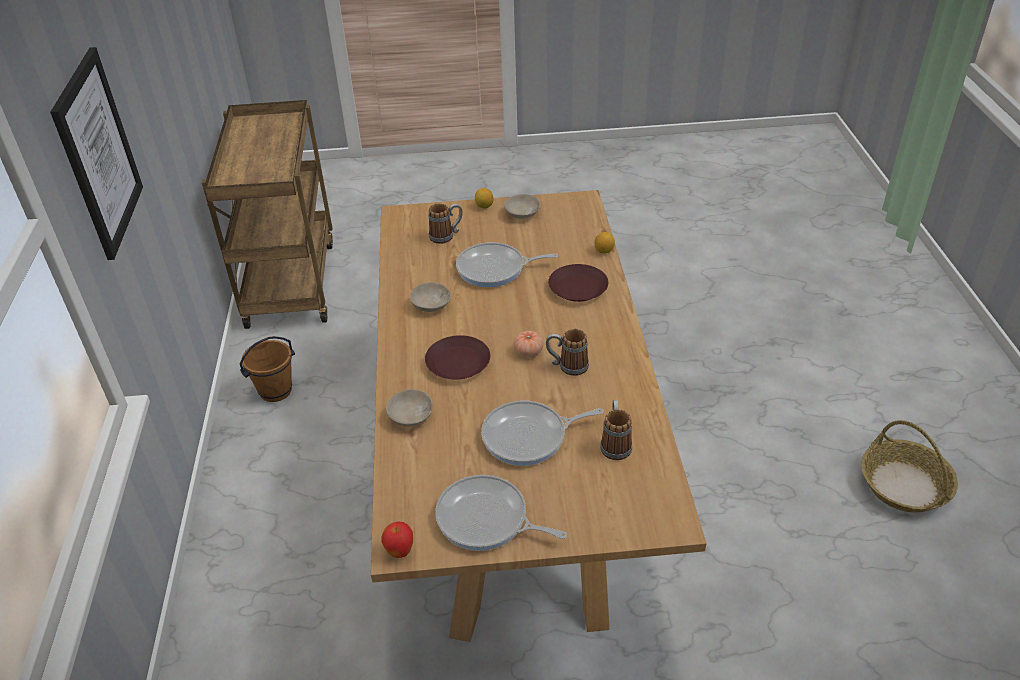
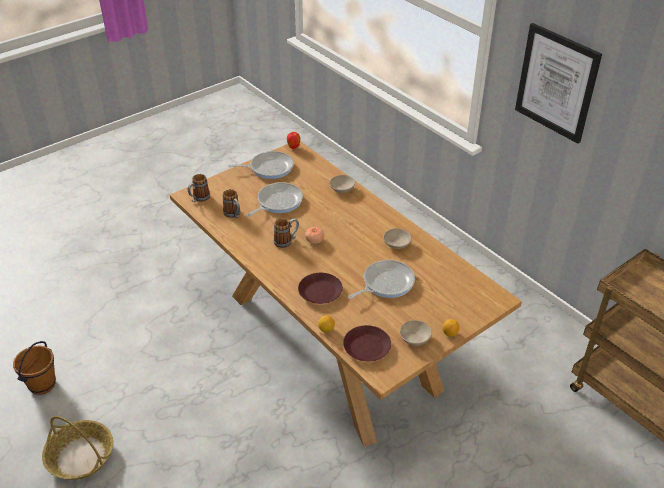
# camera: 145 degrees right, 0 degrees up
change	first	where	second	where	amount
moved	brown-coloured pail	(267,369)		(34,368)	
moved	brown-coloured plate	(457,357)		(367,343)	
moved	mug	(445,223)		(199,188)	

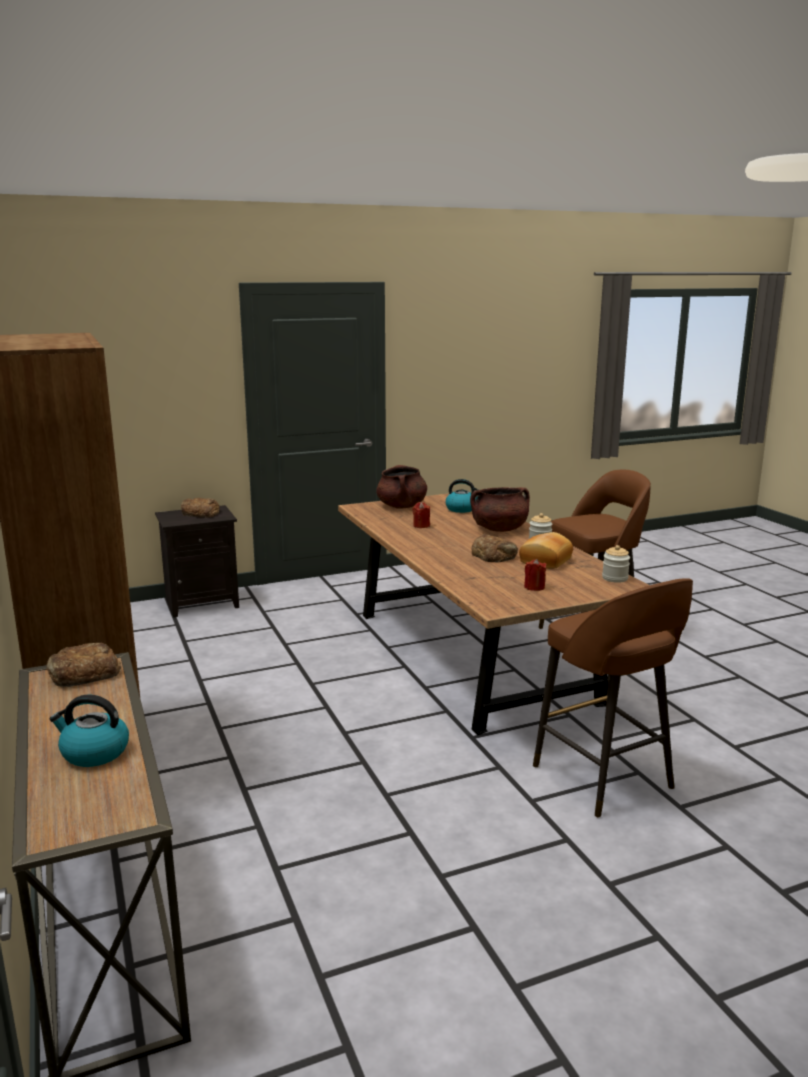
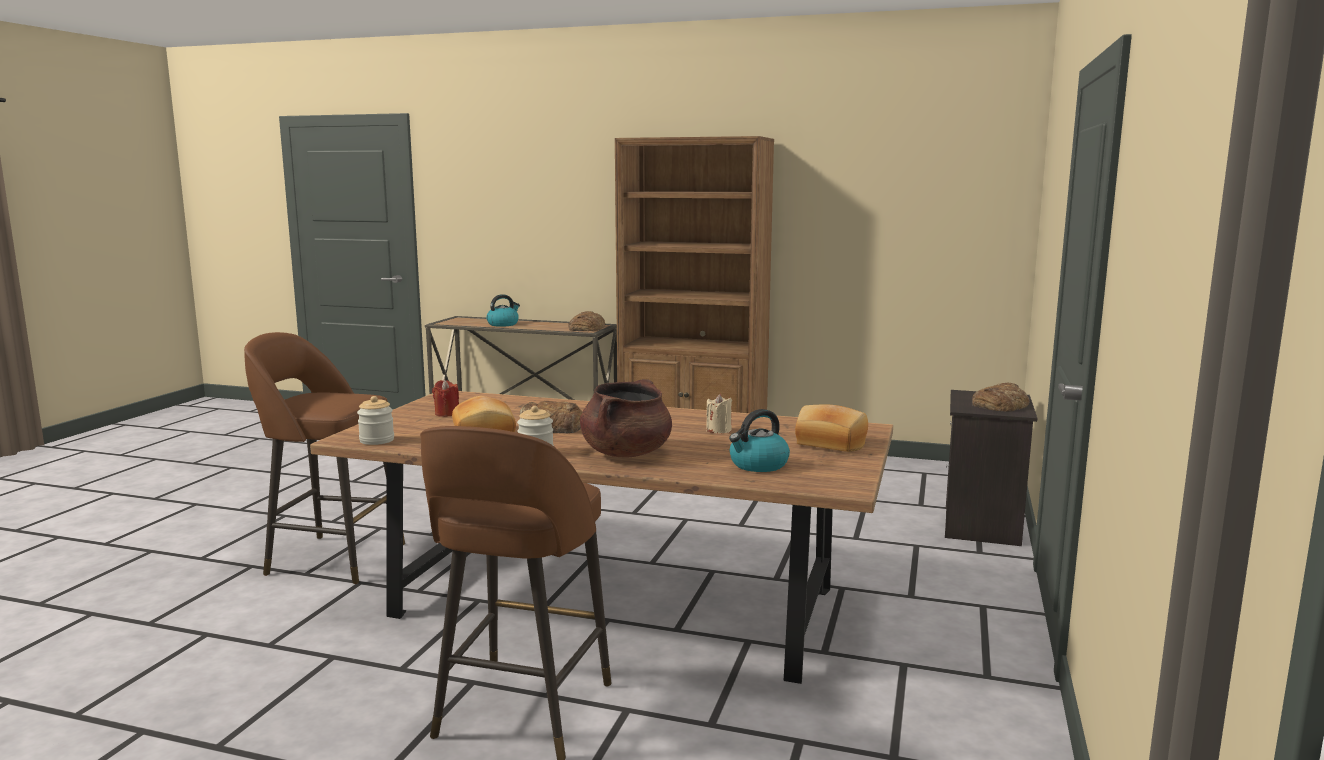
# camera: 130 degrees right, 5 degrees down
change	first	where	second	where	amount
replaced	brown-coloured stockpot	(401,487)	bread	(831,428)	
recoloured	red candle	(421,515)	beige-coloured candle	(719,413)	

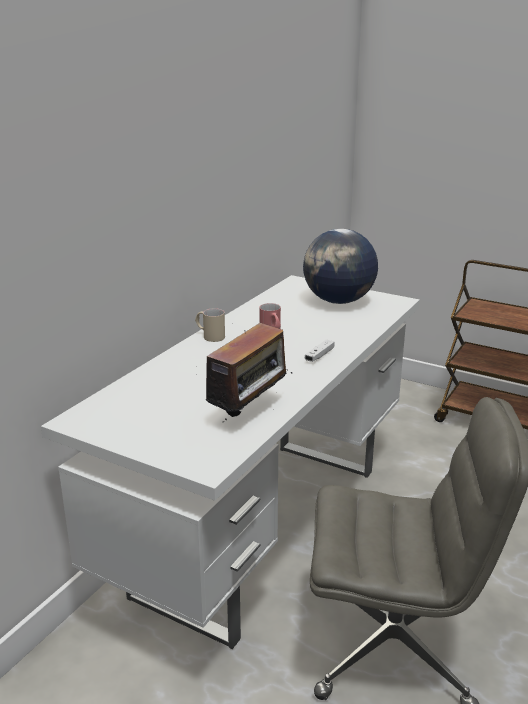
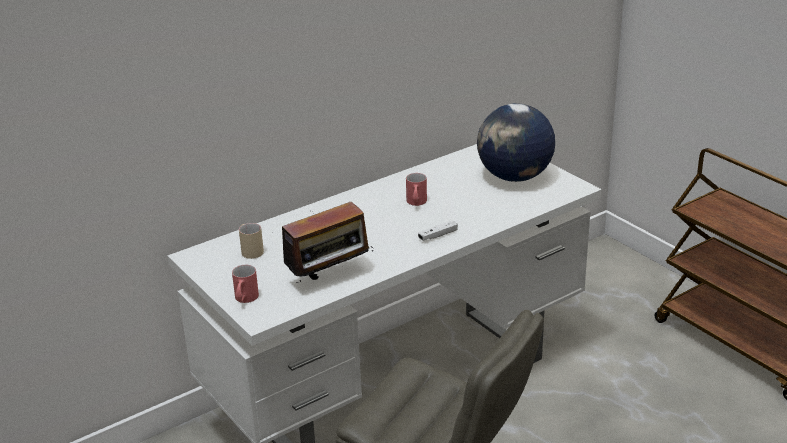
# camera: 25 degrees right, 5 degrees up
change	first	where	second	where	amount
added			red mug	(245,284)	
moved	beige-coloured mug	(210,325)		(251,241)	

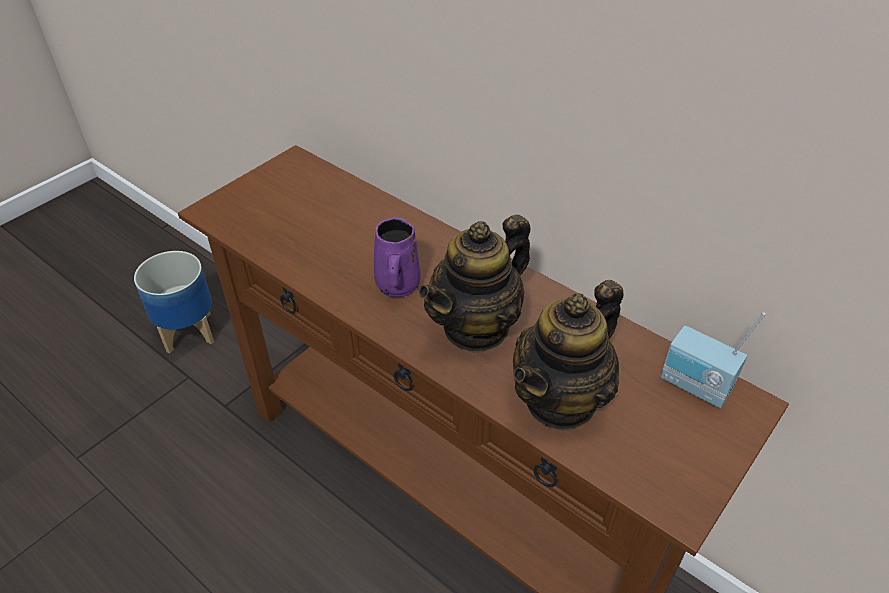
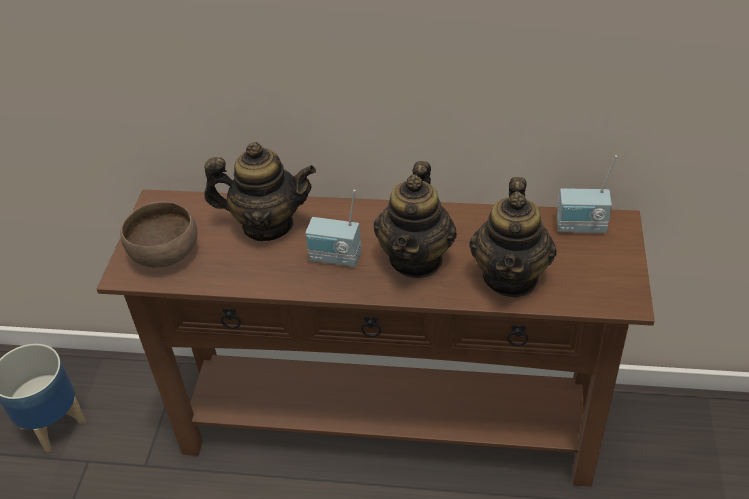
# camera: 30 degrees left, 0 degrees up
change	first	where	second	where	amount
added			brown-coloured bowl	(158,234)	
added			pot for tea	(260,191)	
replaced	purple mug	(397,257)	radio	(333,228)	

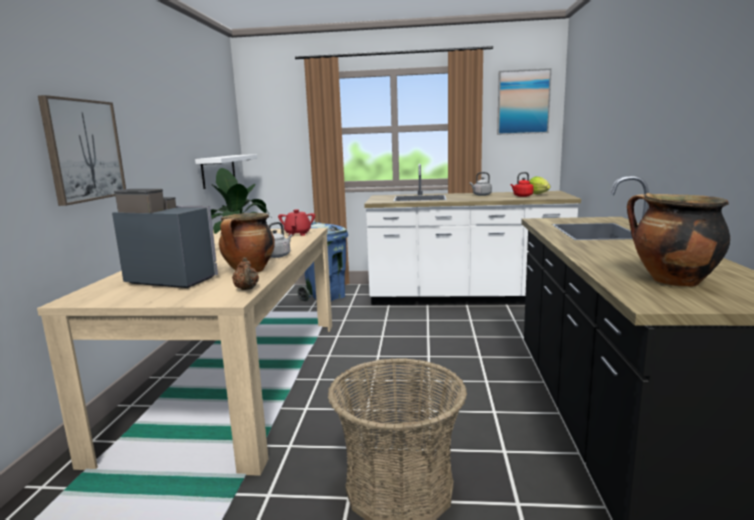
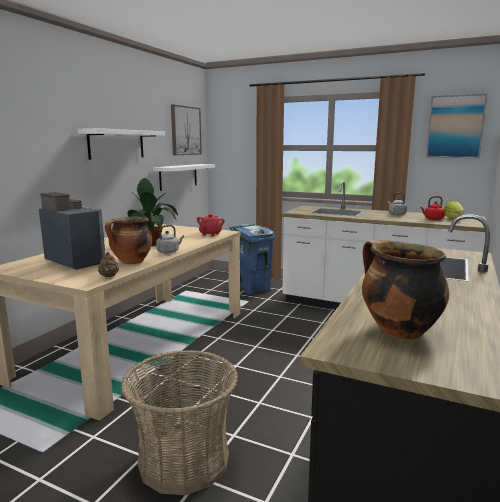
# camera: 20 degrees right, 0 degrees up
change	first	where	second	where	amount
added			whitish bracket shelf	(121,144)	
moved	picture	(82,150)		(186,130)	

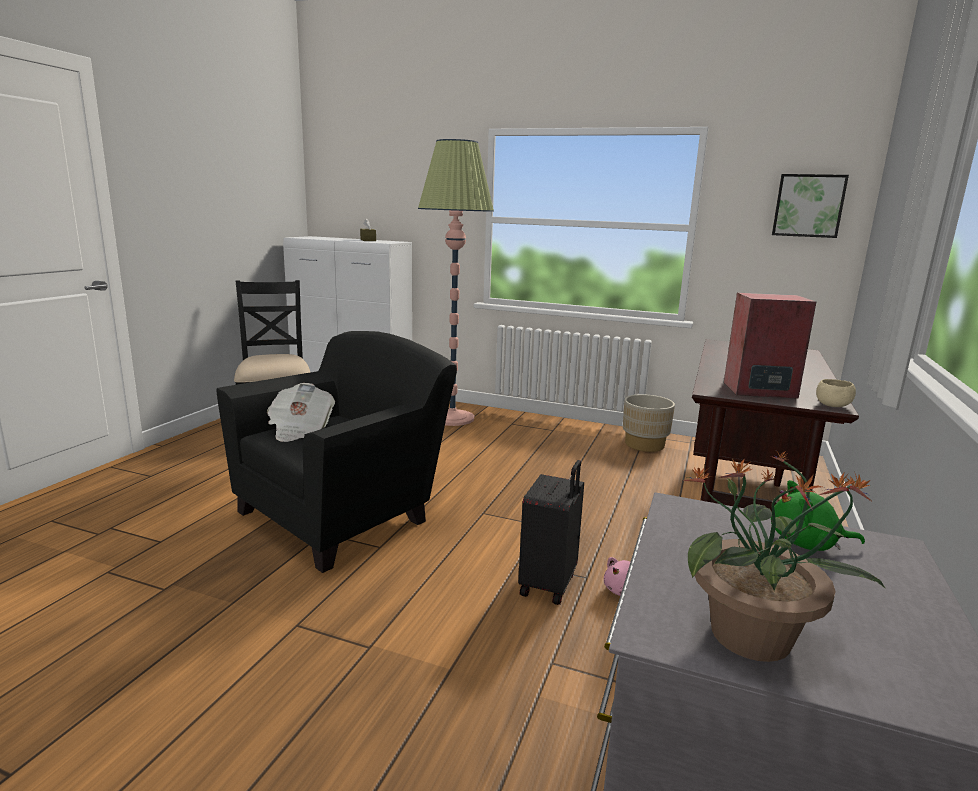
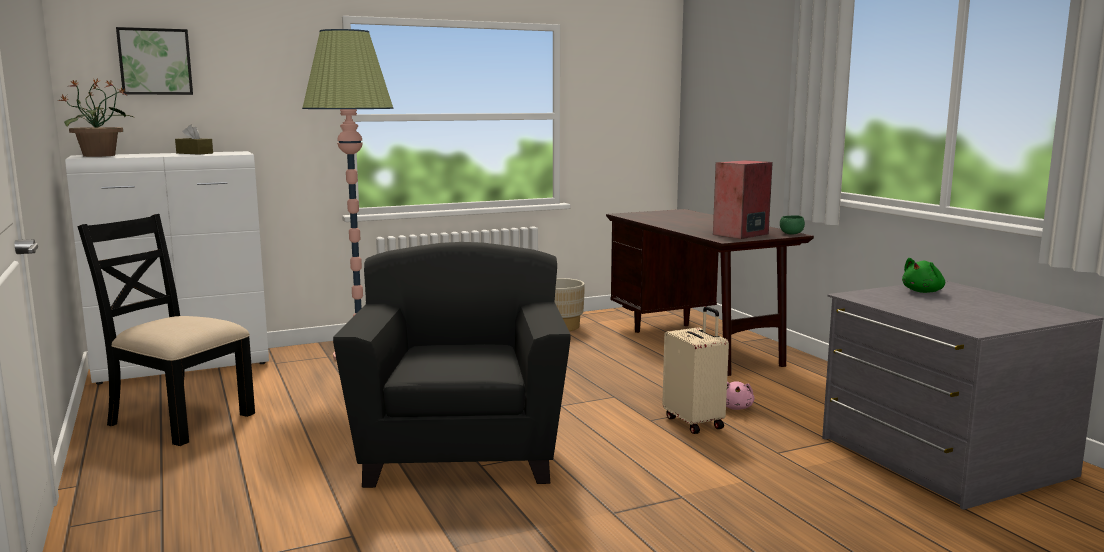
# camera: 45 degrees left, 5 degrees down
change	first	where	second	where	amount
removed	daily paper	(301,412)			
moved	plant in a pot	(784,556)		(95,117)	
moved	picture	(810,206)		(154,61)	
recoloured	black suitcase	(551,532)	beige-coloured suitcase	(695,370)	
recoloured	beige-coloured bowl	(836,393)	greenish bowl	(792,225)	

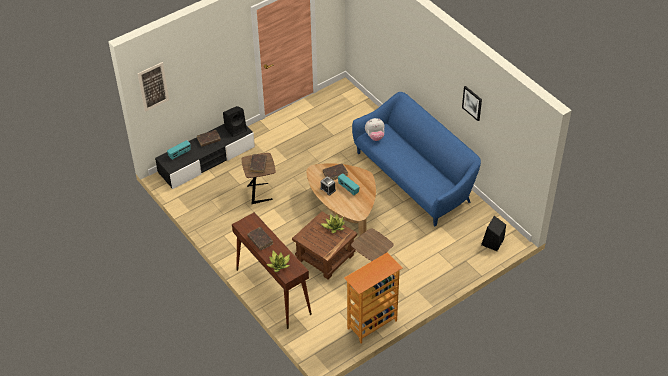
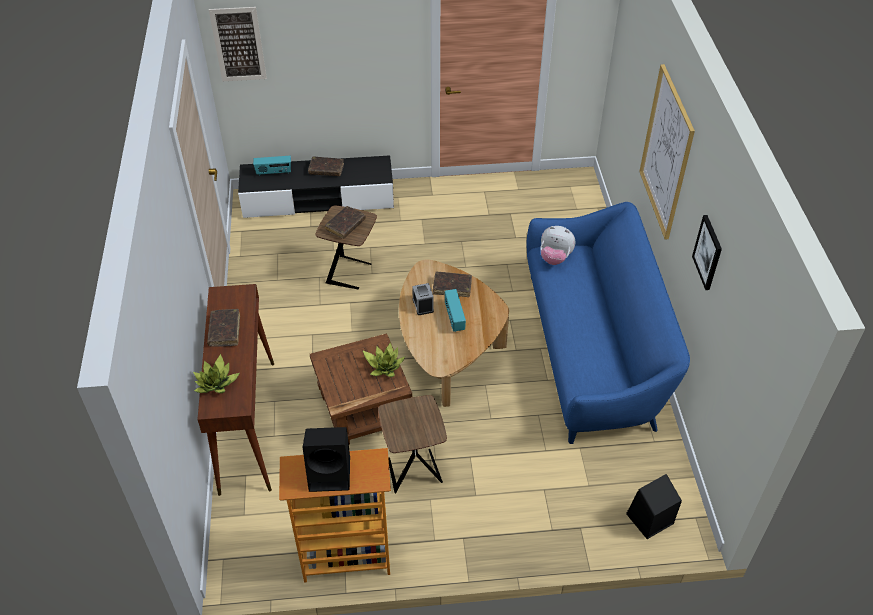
# camera: 30 degrees right, 0 degrees up
change	first	where	second	where	amount
added			picture	(667,151)	
moved	black loudspeaker	(235,121)		(326,459)	

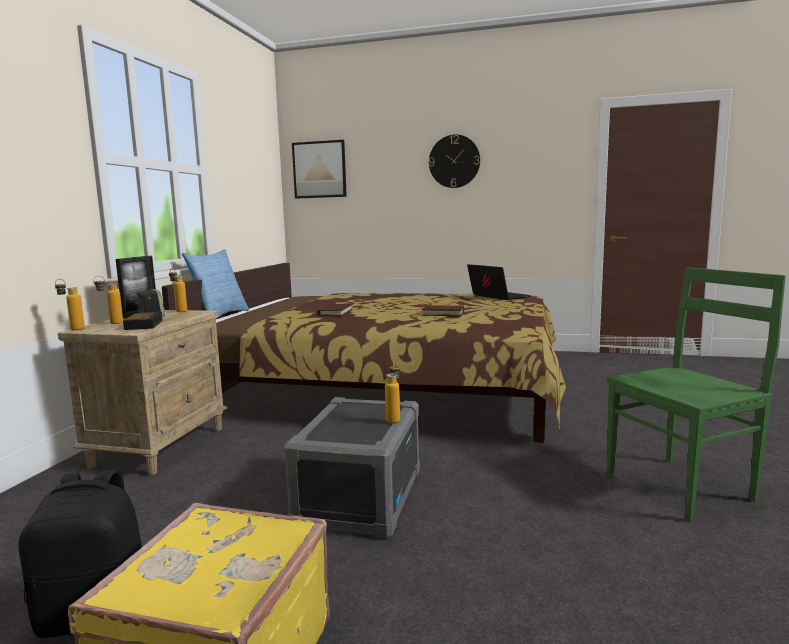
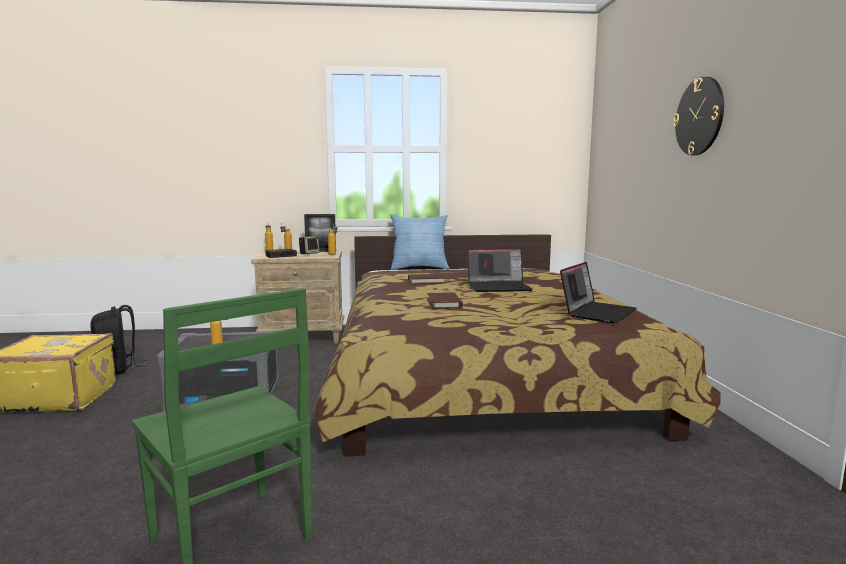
# camera: 70 degrees right, 0 degrees up
change	first	where	second	where	amount
removed	picture	(319,169)			
added			portable computer	(500,270)	

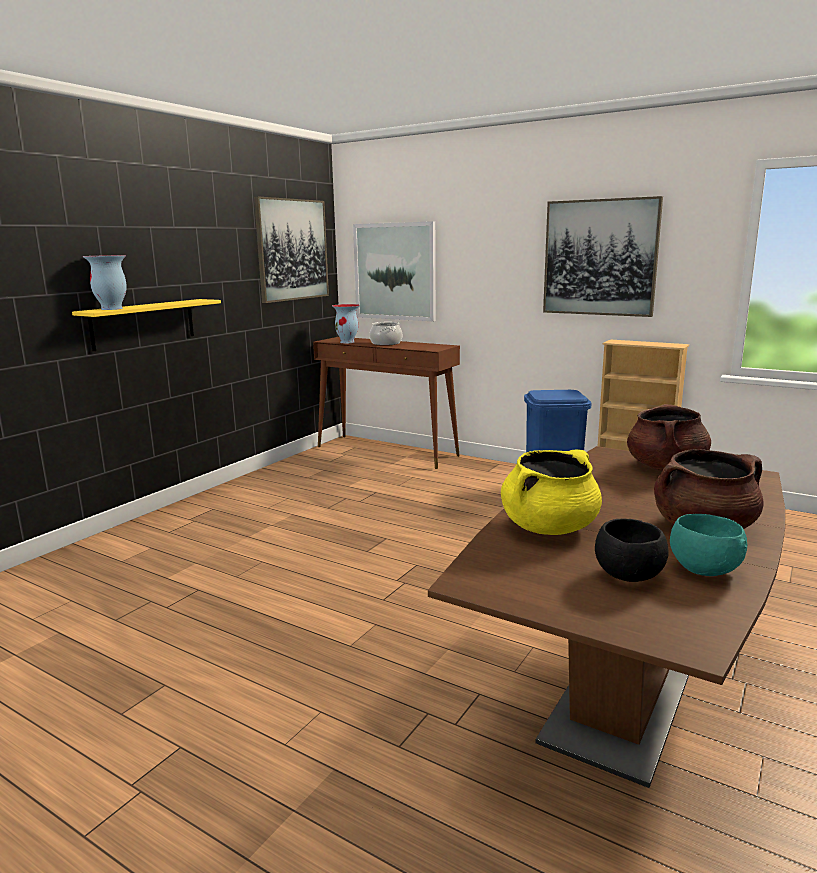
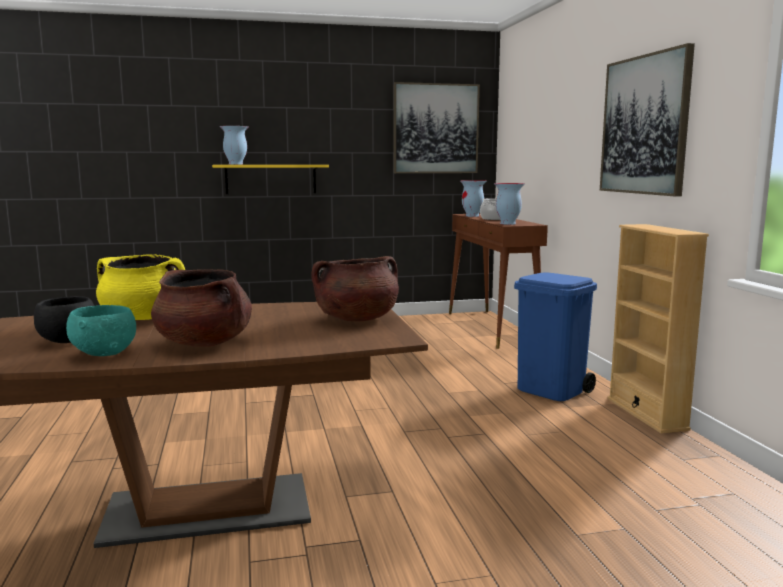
# camera: 45 degrees right, 5 degrees down
change	first	where	second	where	amount
removed	picture	(394,271)			
added			decorative vase	(509,204)	

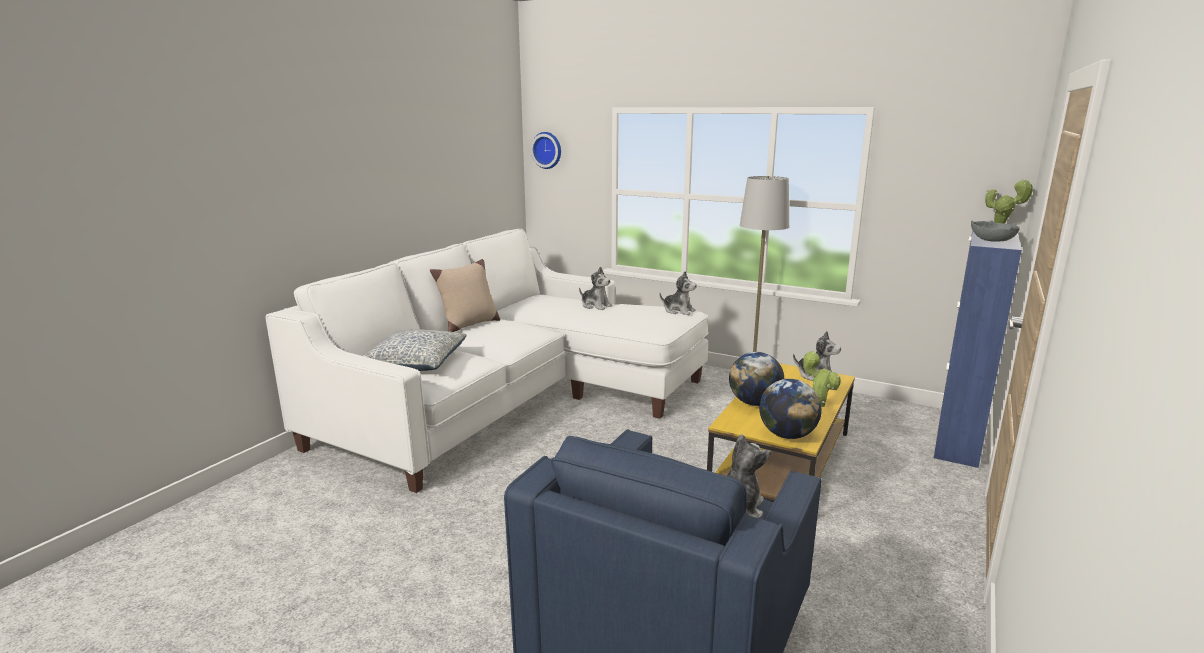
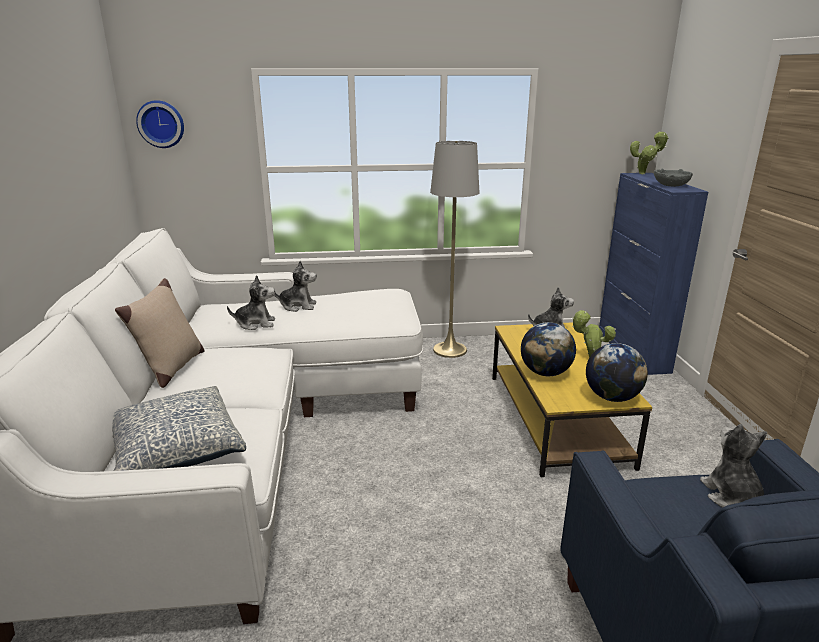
# camera: 35 degrees left, 5 degrees up
change	first	where	second	where	amount
moved	plush toy	(678,293)		(251,302)	

